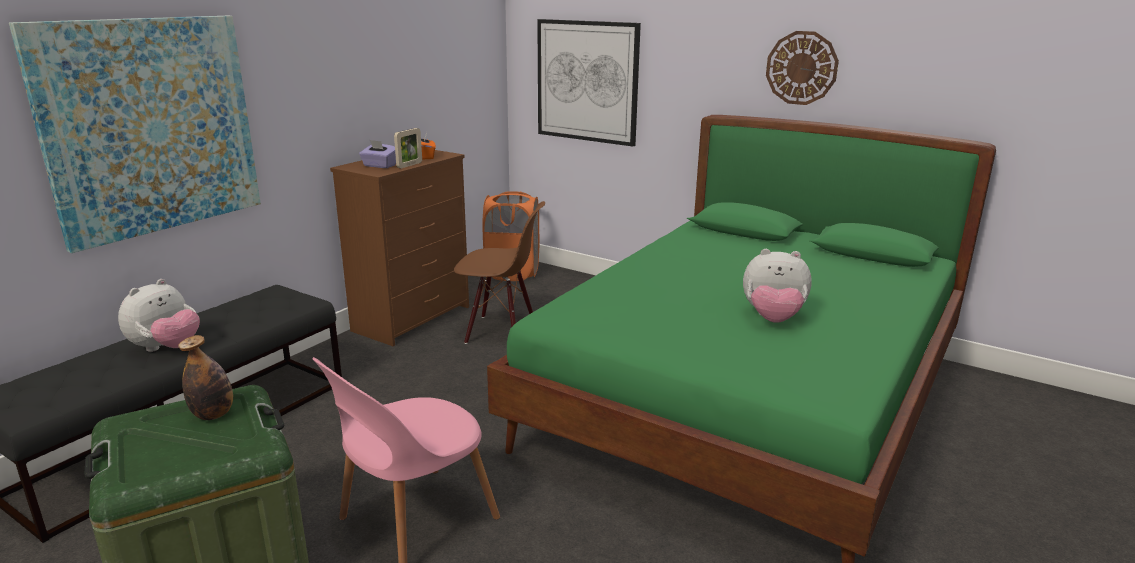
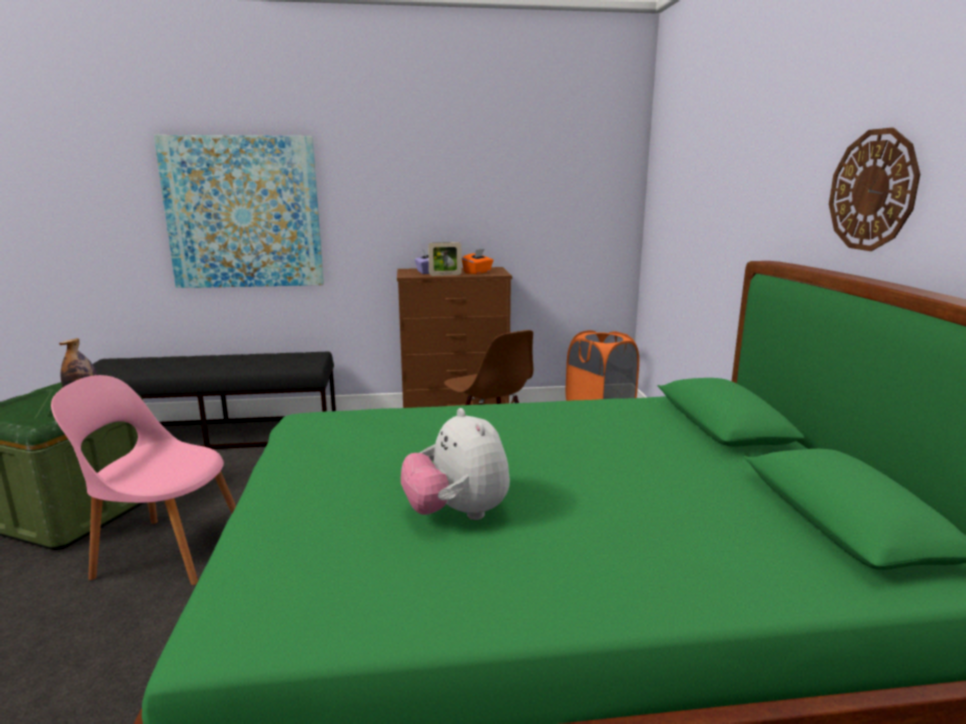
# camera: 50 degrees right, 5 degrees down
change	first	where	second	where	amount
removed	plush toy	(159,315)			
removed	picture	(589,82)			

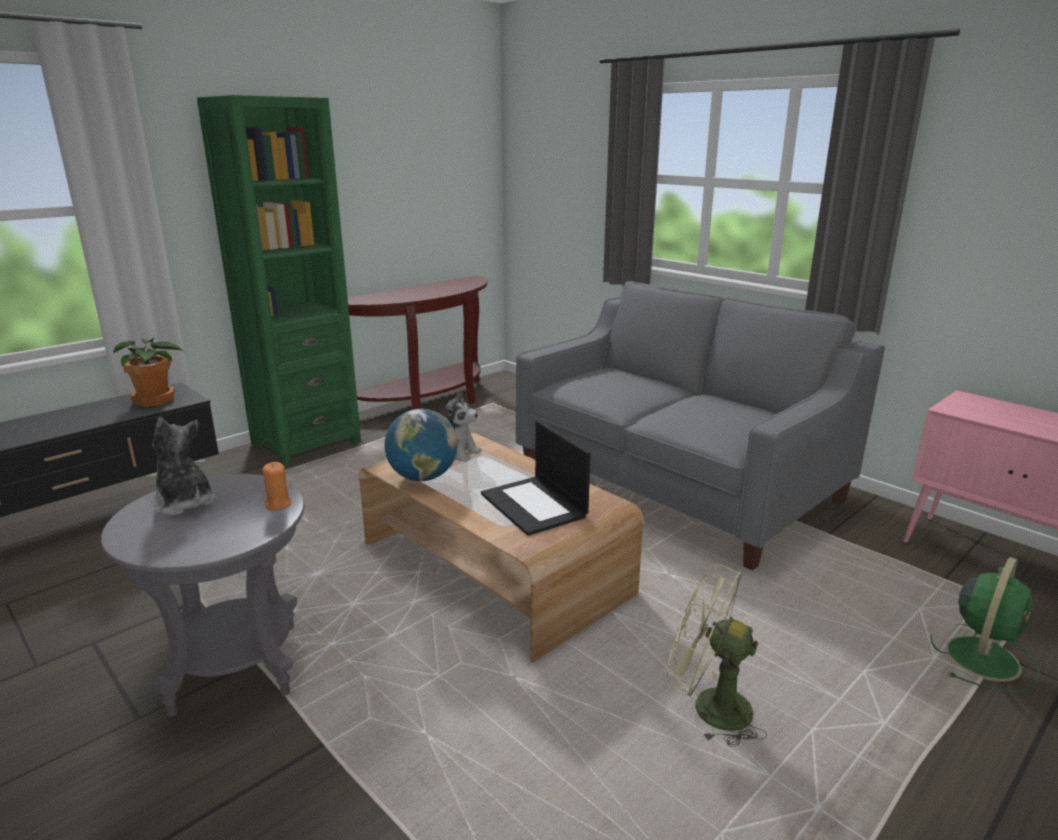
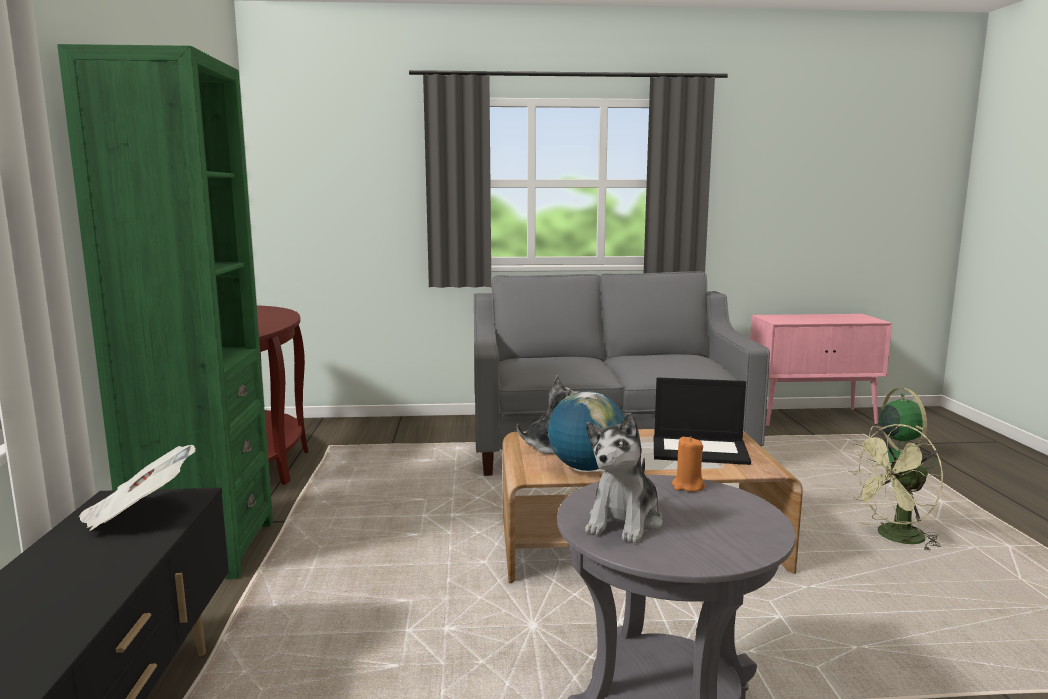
# camera: 50 degrees left, 10 degrees down
change	first	where	second	where	amount
replaced	plant in a pot	(148,372)	daily paper	(137,488)	
turned	plush toy	(184,466)		(623,478)	60 degrees counterclockwise

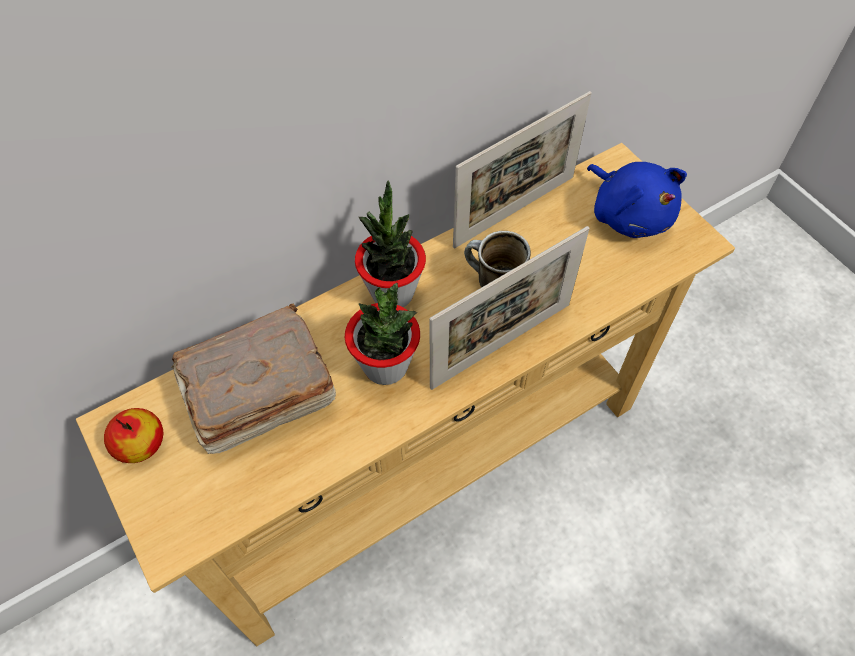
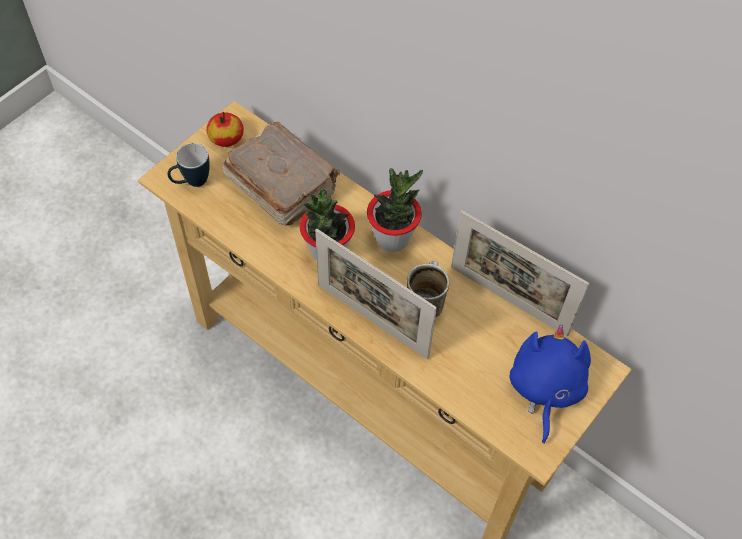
# camera: 70 degrees right, 0 degrees up
change	first	where	second	where	amount
added			mug	(188,165)	
turned	blue-coloured plush toy	(637,200)		(550,384)	150 degrees clockwise

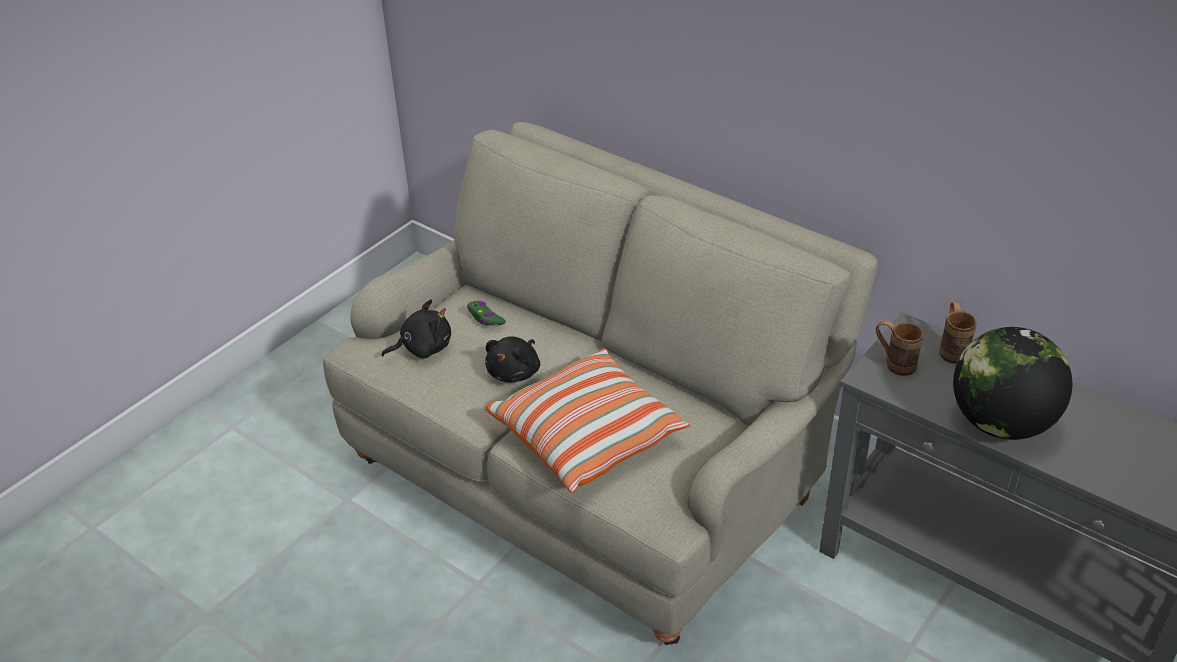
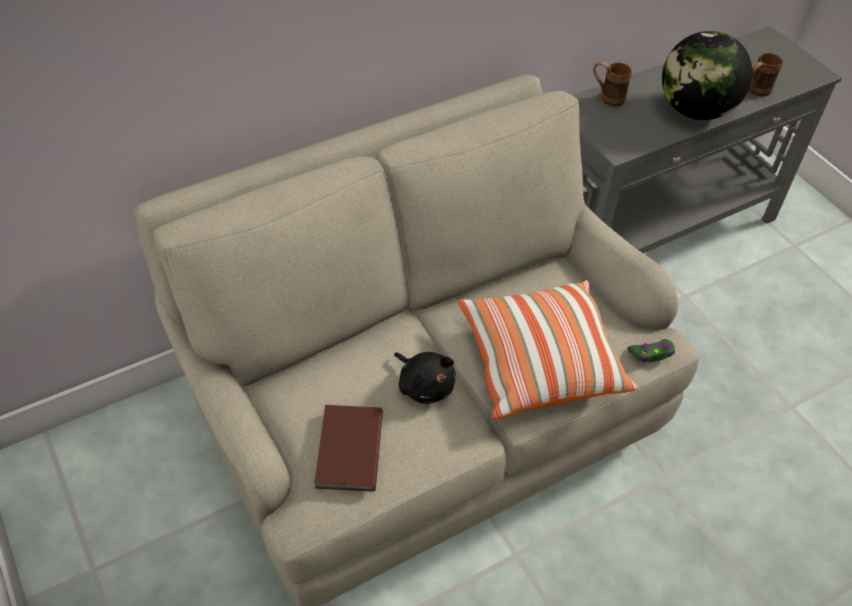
# camera: 70 degrees left, 10 degrees up
change	first	where	second	where	amount
moved	greenish game controller	(486,313)		(651,350)	
moved	brown-coloured mug	(899,348)		(766,75)	
replaced	black plush toy	(416,329)	brown-coloured volume	(348,448)	

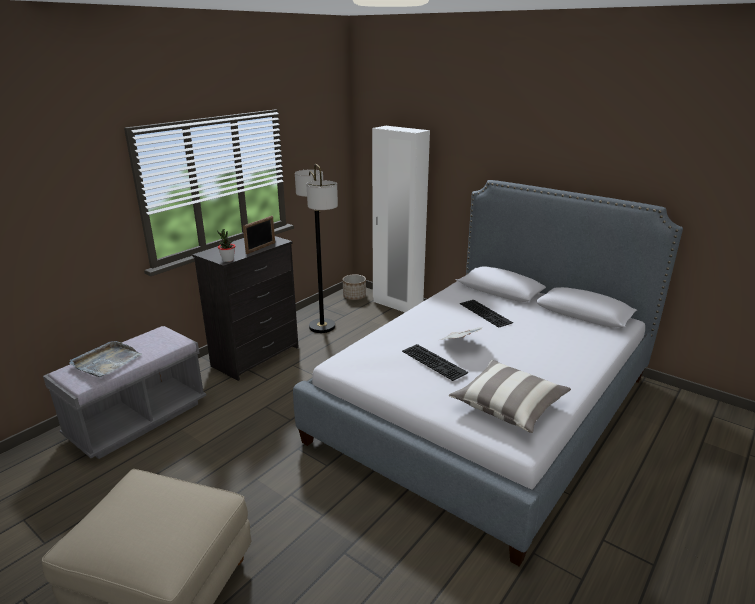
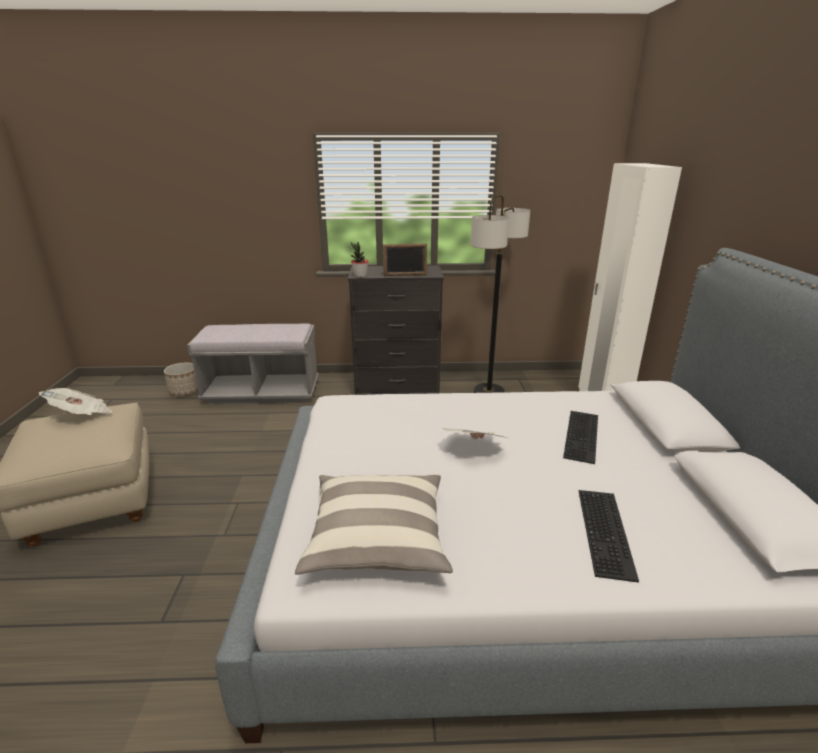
# camera: 50 degrees right, 0 degrees up
change	first	where	second	where	amount
removed	greyish carrying tray	(105,359)			
added			daily paper	(75,401)	
moved	flower pot	(354,287)		(181,379)	
moved	computer keyboard	(435,362)		(609,536)	

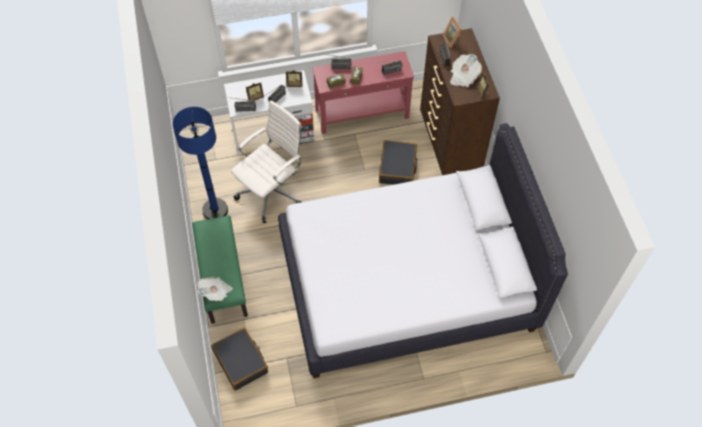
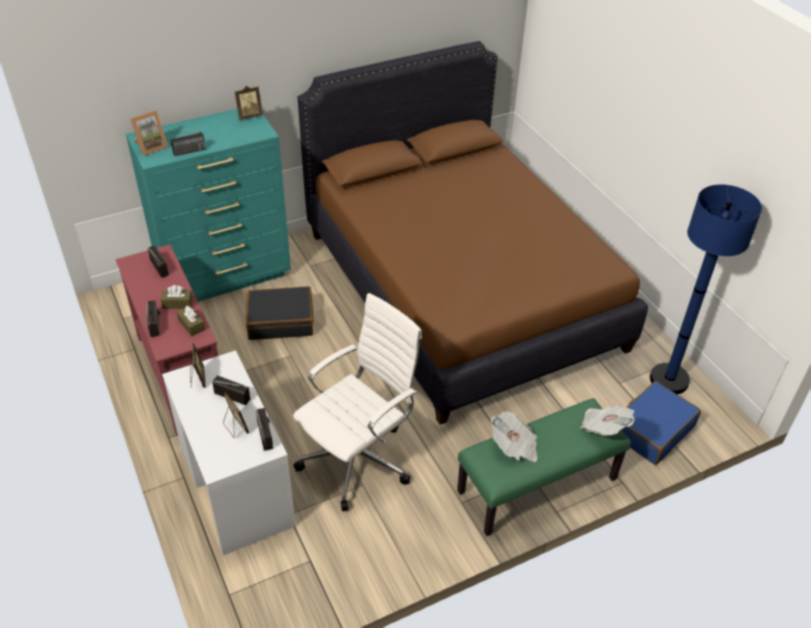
# camera: 105 degrees left, 15 degrees down
change	first	where	second	where	amount
moved	blue-coloured standing lamp	(200,163)		(706,289)	
moved	daily paper	(466,70)		(514,436)	
recoloured	black suitcase	(239,359)	blue-coloured suitcase	(661,423)	
recoloured	whitish bed	(423,250)	brown-coloured bed	(473,233)	
recoloured	brown-coloured drawer chest	(460,101)	turquoise-coloured drawer chest	(208,205)	
turned	whitish computer chair	(266,161)		(357,402)	105 degrees clockwise

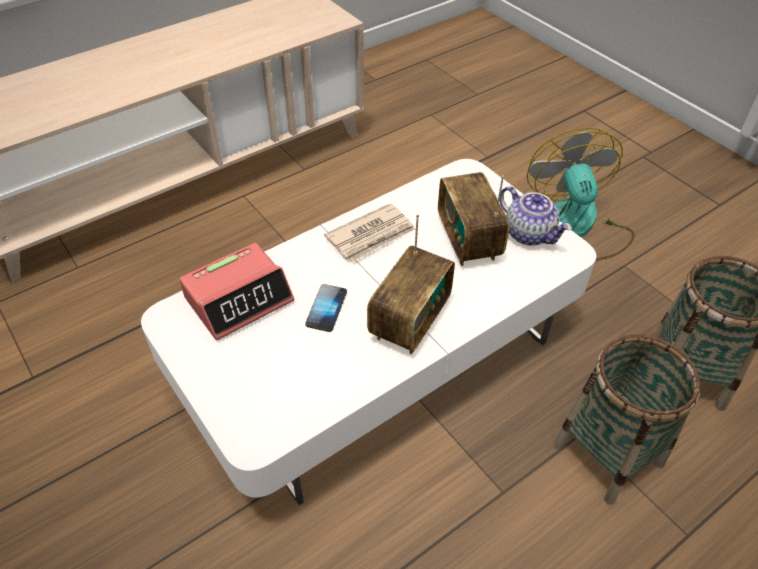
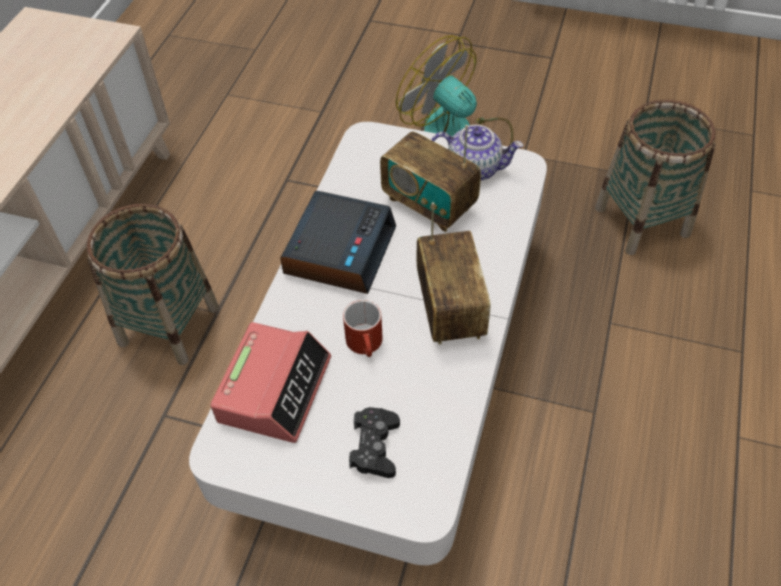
# camera: 35 degrees left, 5 degrees up
change	first	where	second	where	amount
added			black game controller	(374,442)	
moved	household basket	(627,419)		(153,284)	
replaced	handset	(326,308)	red mug	(363,328)	
replaced	daily paper	(370,232)	alarm clock	(338,242)	

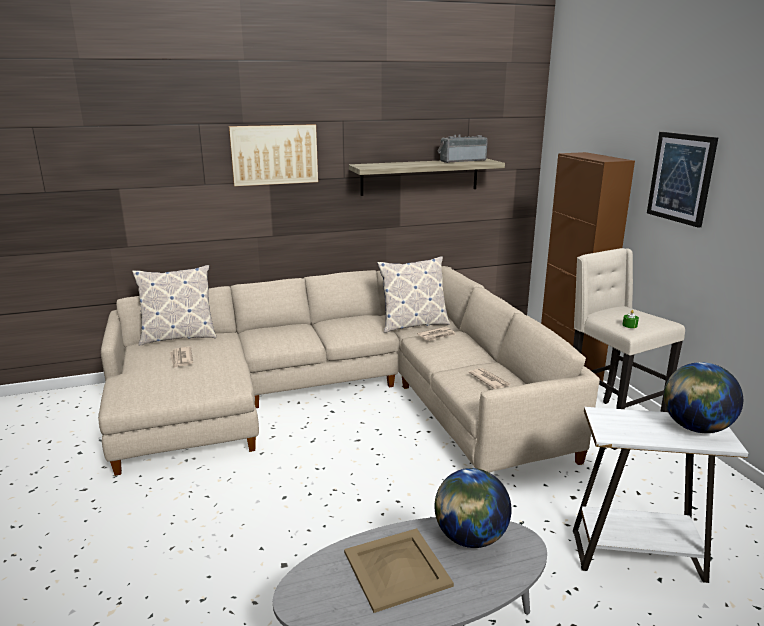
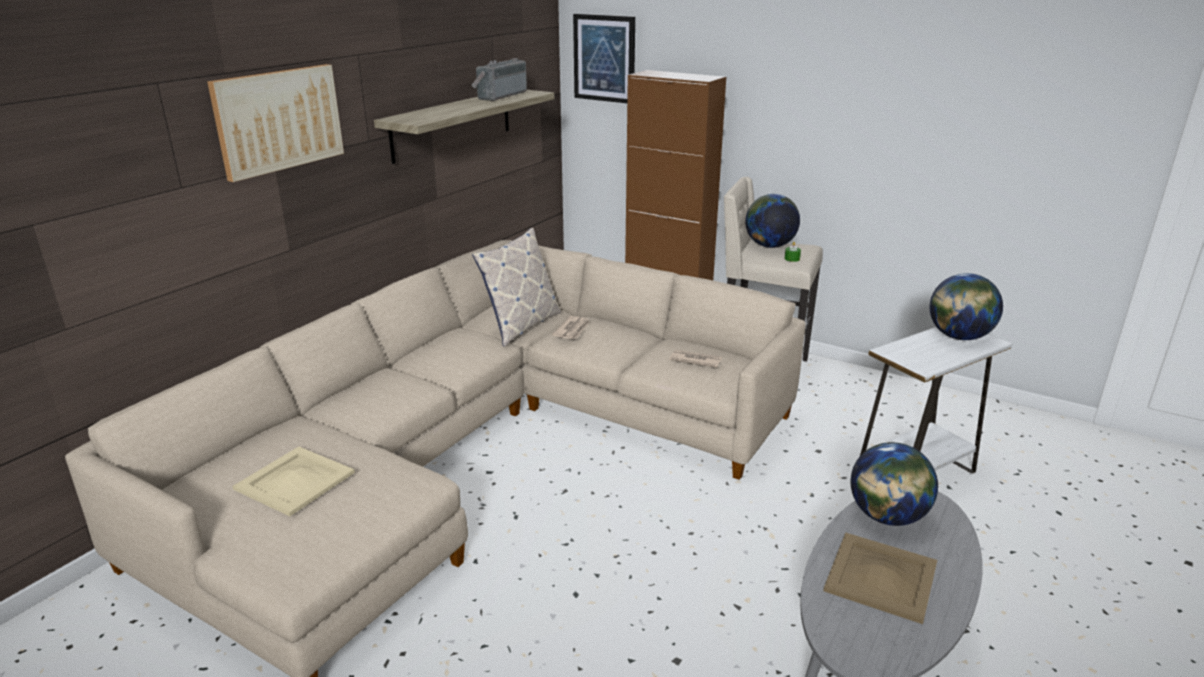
# camera: 40 degrees left, 5 degrees up
change	first	where	second	where	amount
removed	throw pillow	(174,305)			
added			globe	(772,221)	
moved	picture	(682,180)		(604,58)	
replaced	daily paper	(181,358)	beige-coloured carrying tray	(293,481)	

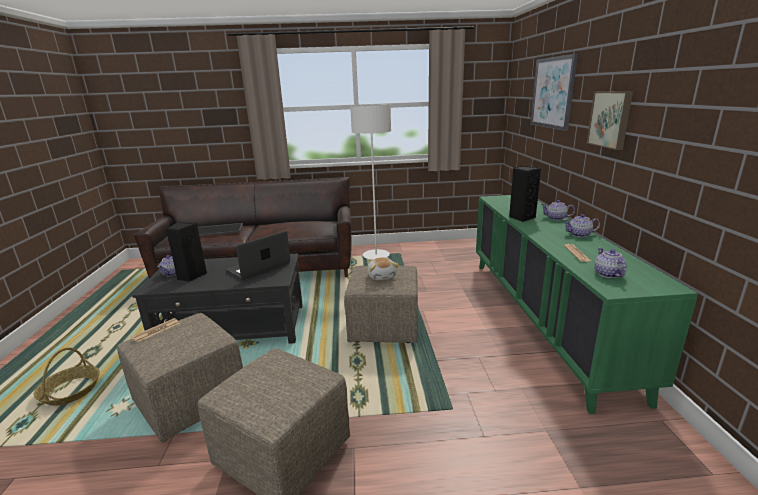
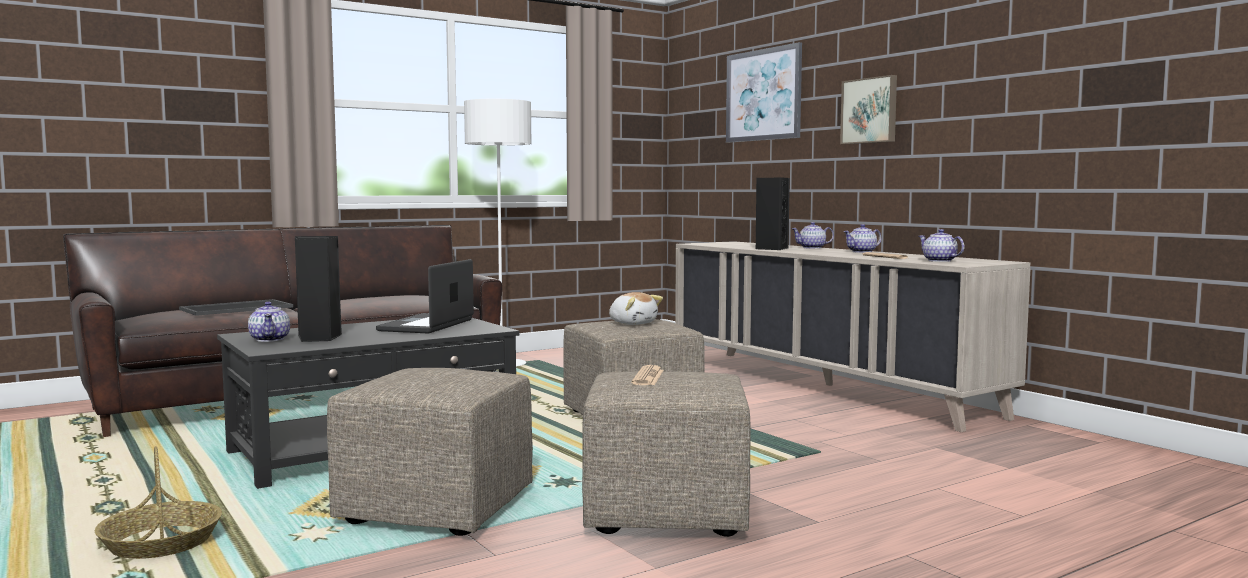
# camera: 30 degrees left, 15 degrees down
change	first	where	second	where	amount
moved	daily paper	(156,330)		(647,375)	
recoloured	greenish storage cabinet	(587,304)	beige-coloured storage cabinet	(852,336)	

